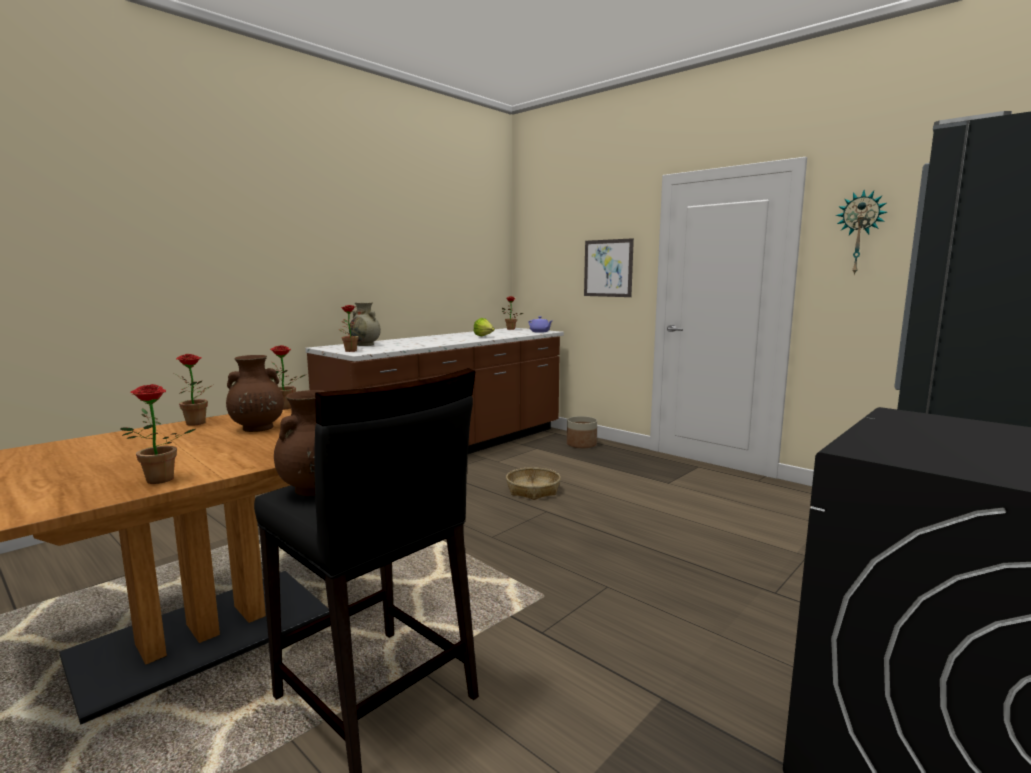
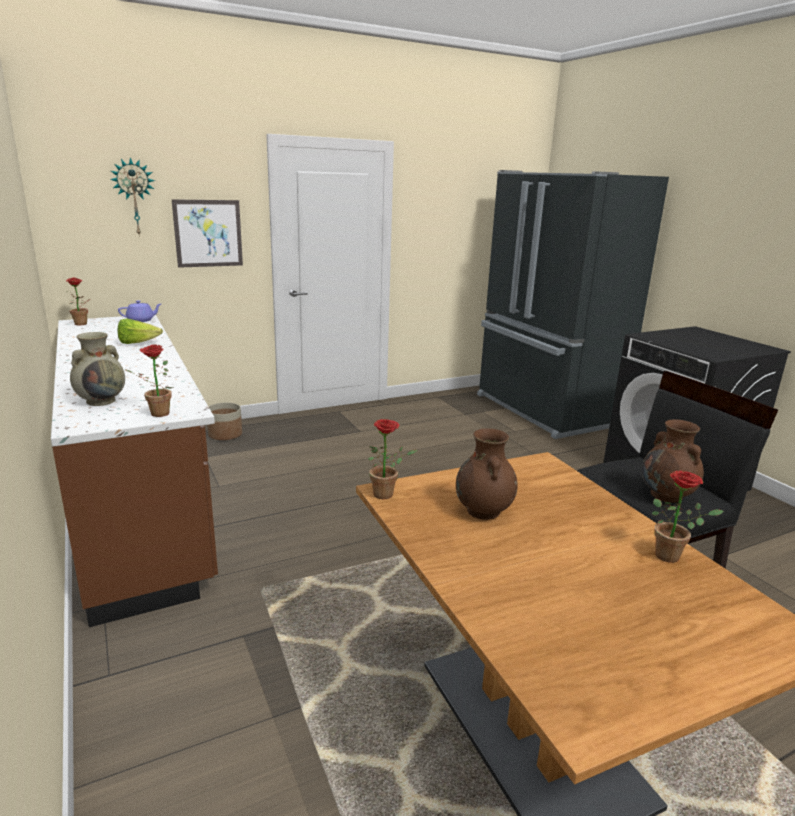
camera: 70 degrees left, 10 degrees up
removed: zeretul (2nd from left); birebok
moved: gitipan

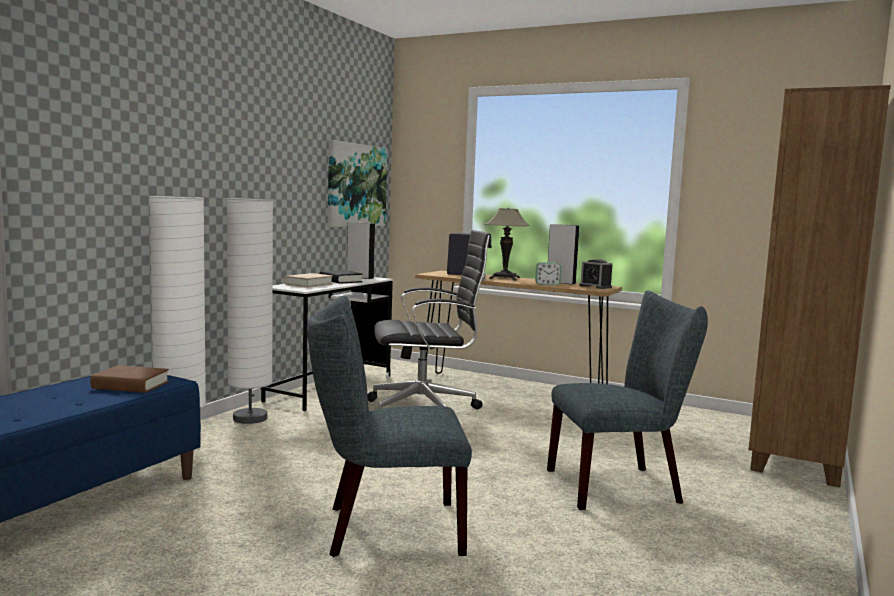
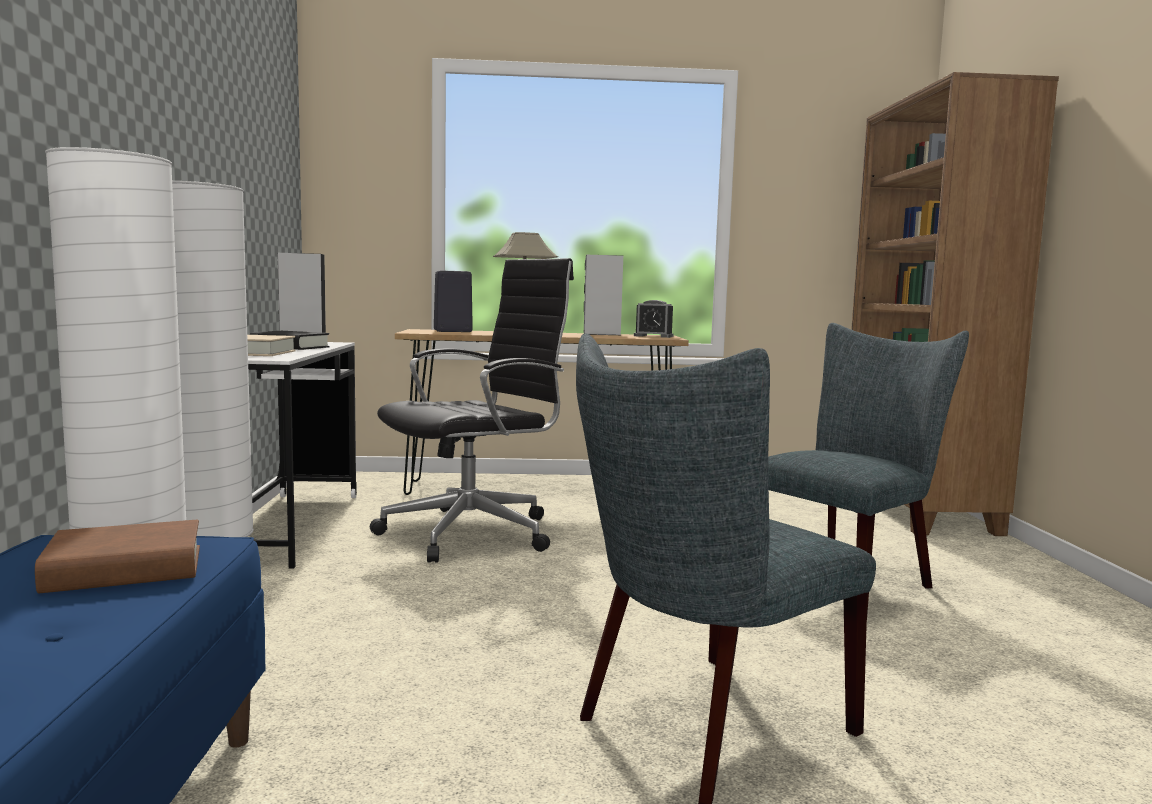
camera: 30 degrees left, 0 degrees up
removed: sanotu; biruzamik (1st from left)

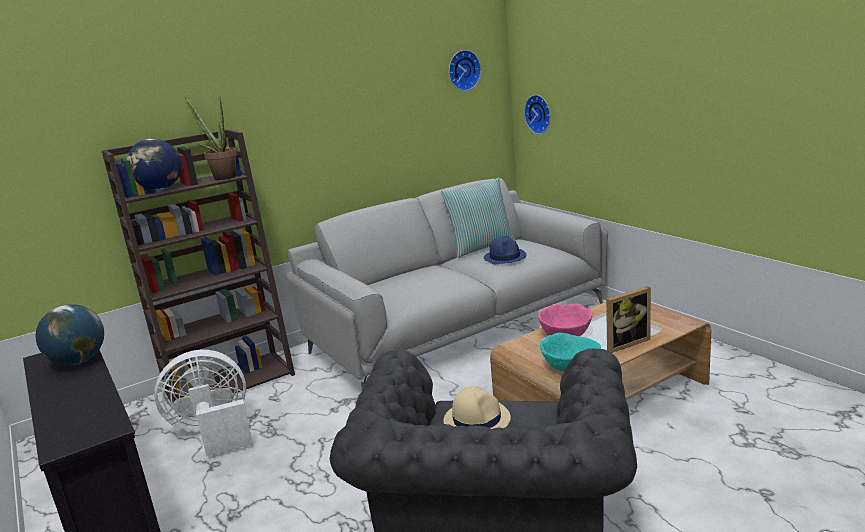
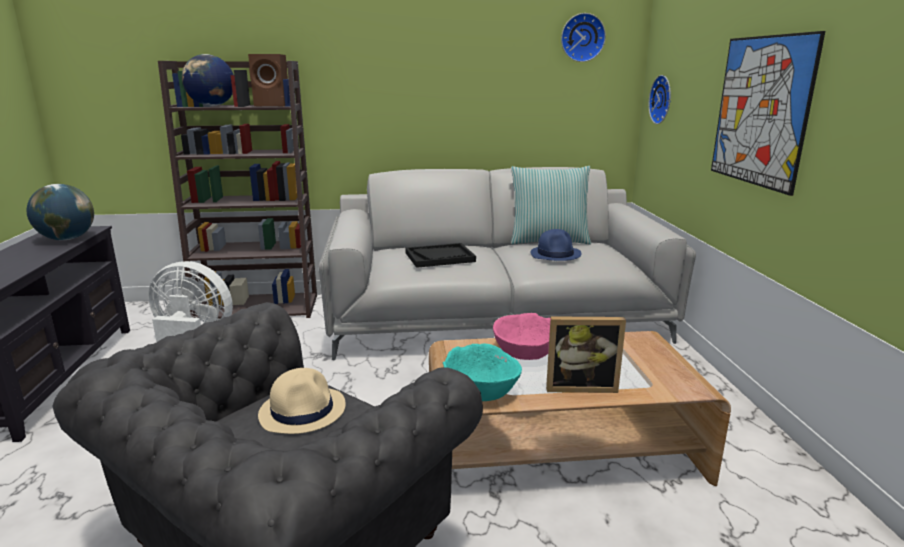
camera: 25 degrees right, 0 degrees up
added: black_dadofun; sanotu
replaced: zeretul to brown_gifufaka

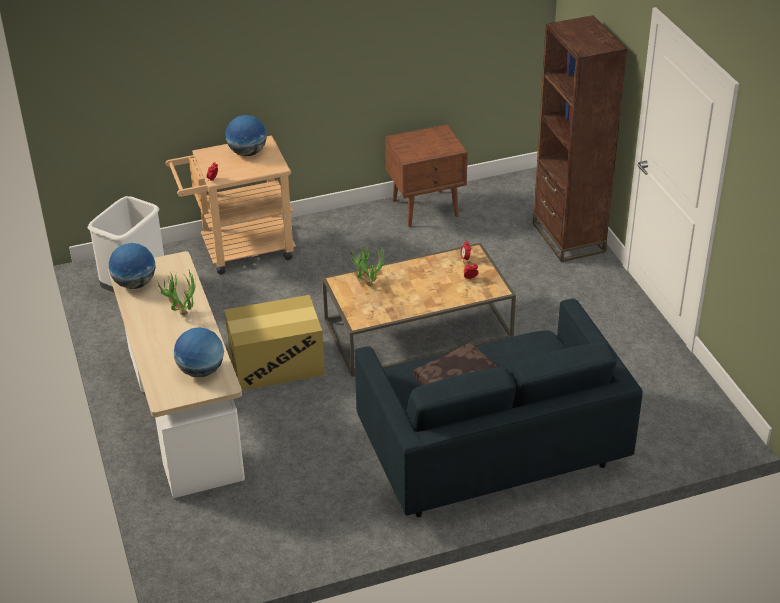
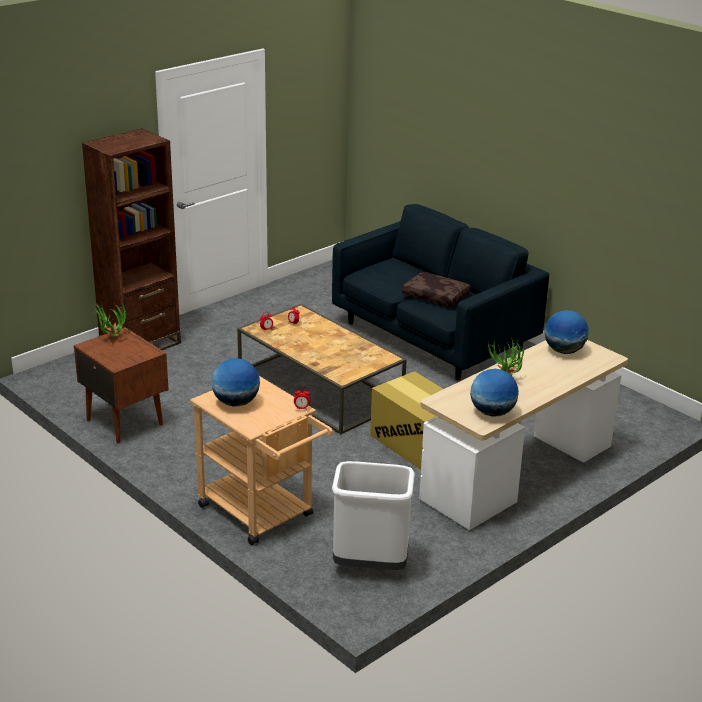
camera: 115 degrees left, 10 degrees down
moved: zeretul (2nd from left in the first image) to zeretul (1st from left)

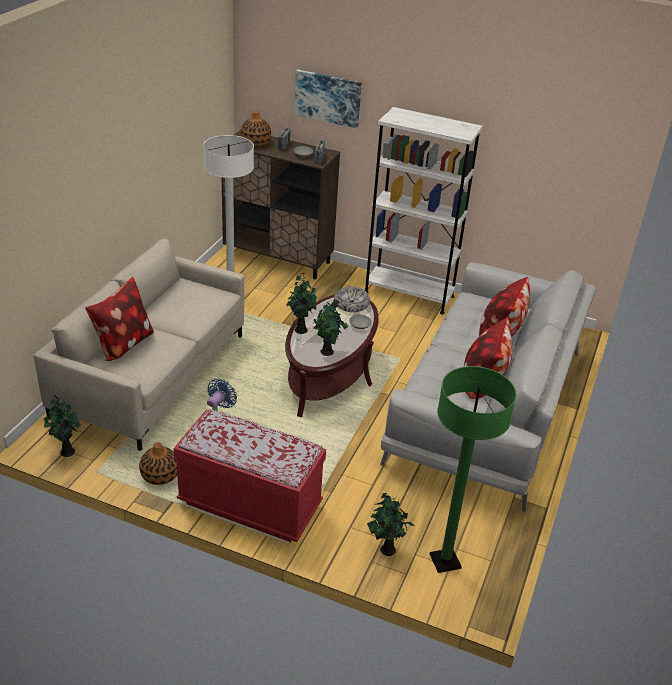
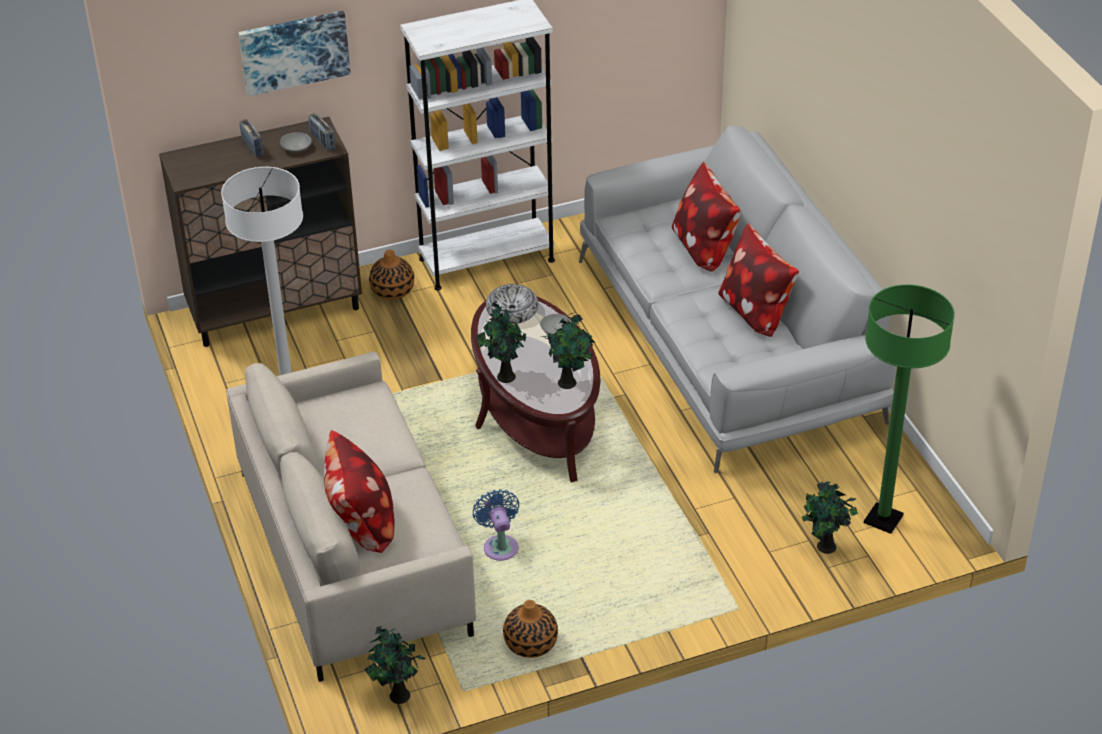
camera: 40 degrees left, 5 degrees up
removed: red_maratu
moved: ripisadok (2nd from left in the first image) to ripisadok (1st from left)

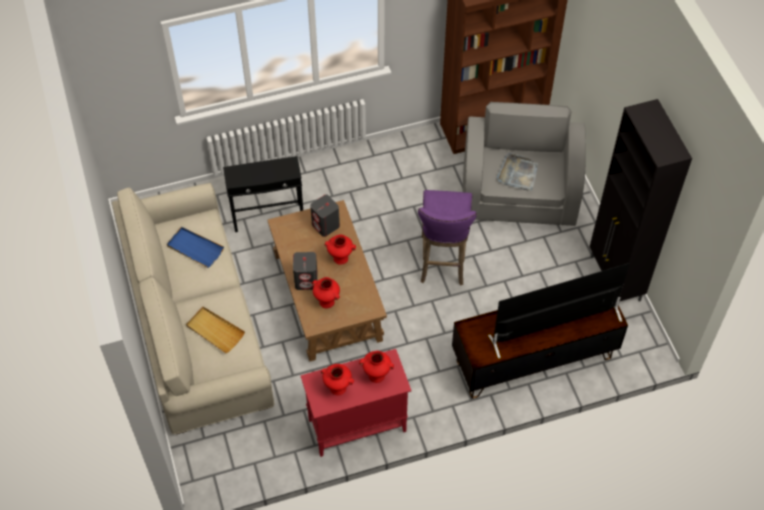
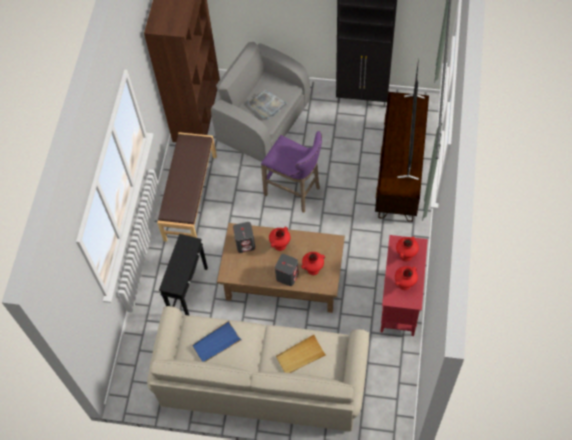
camera: 60 degrees left, 5 degrees up
added: brown_maratu

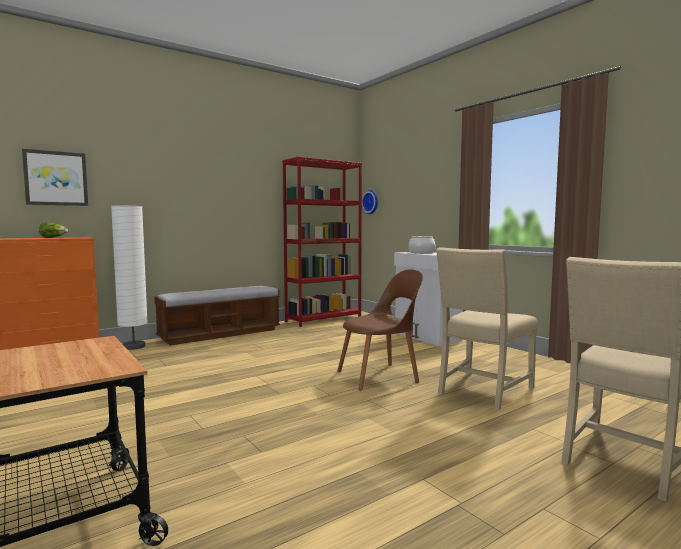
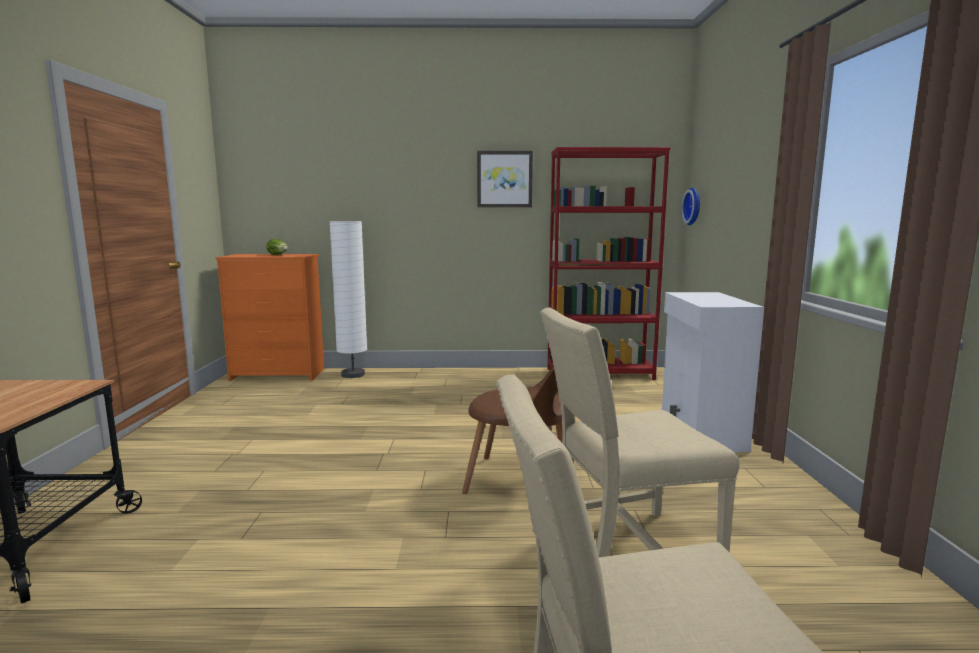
camera: 35 degrees right, 5 degrees up
removed: maratu; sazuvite
moved: sanotu

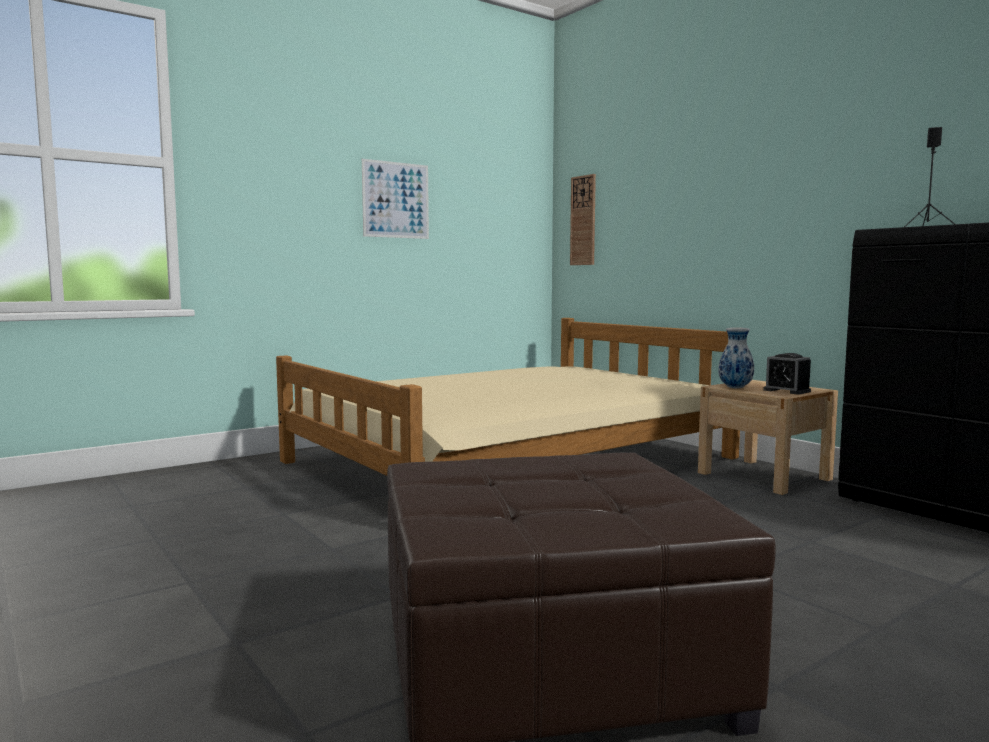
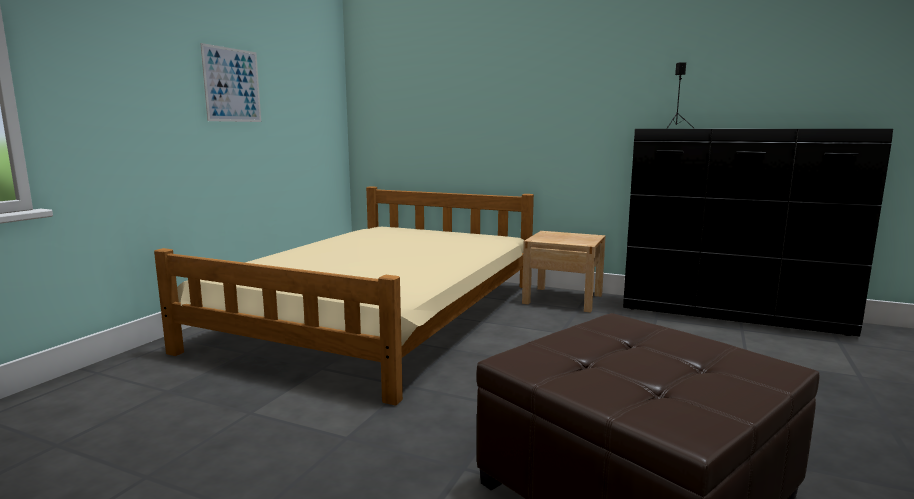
camera: 30 degrees left, 5 degrees up
removed: gitipan; ripisadok; biruzamik

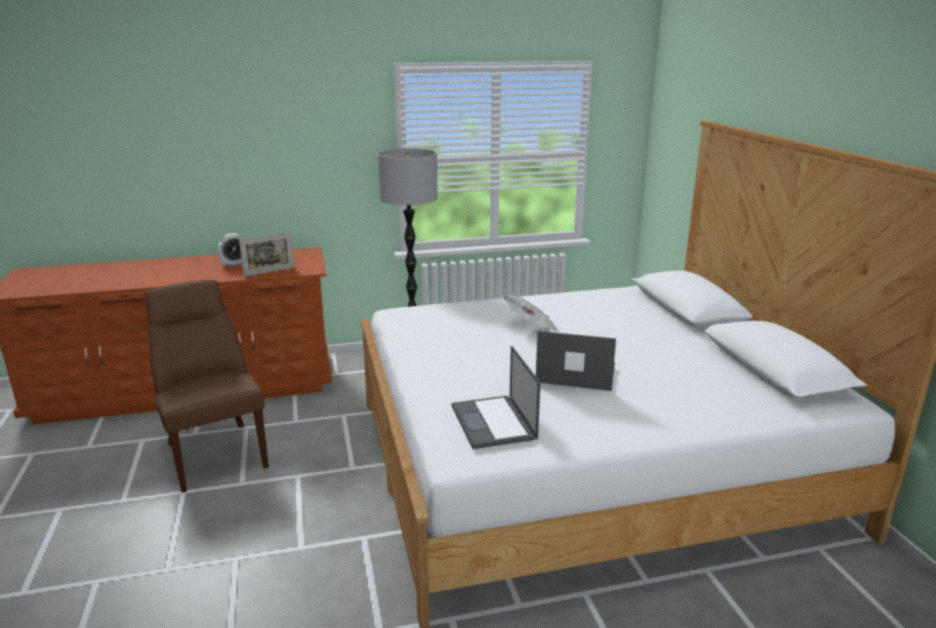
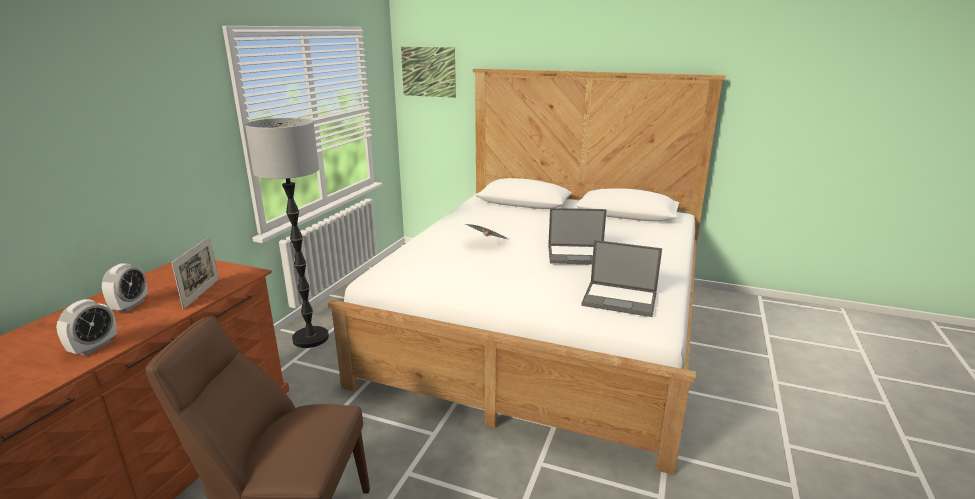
camera: 55 degrees left, 0 degrees up
added: biruzamik (1st from left); sanotu
turned: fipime (2nd from left in the first image) 135 degrees counterclockwise

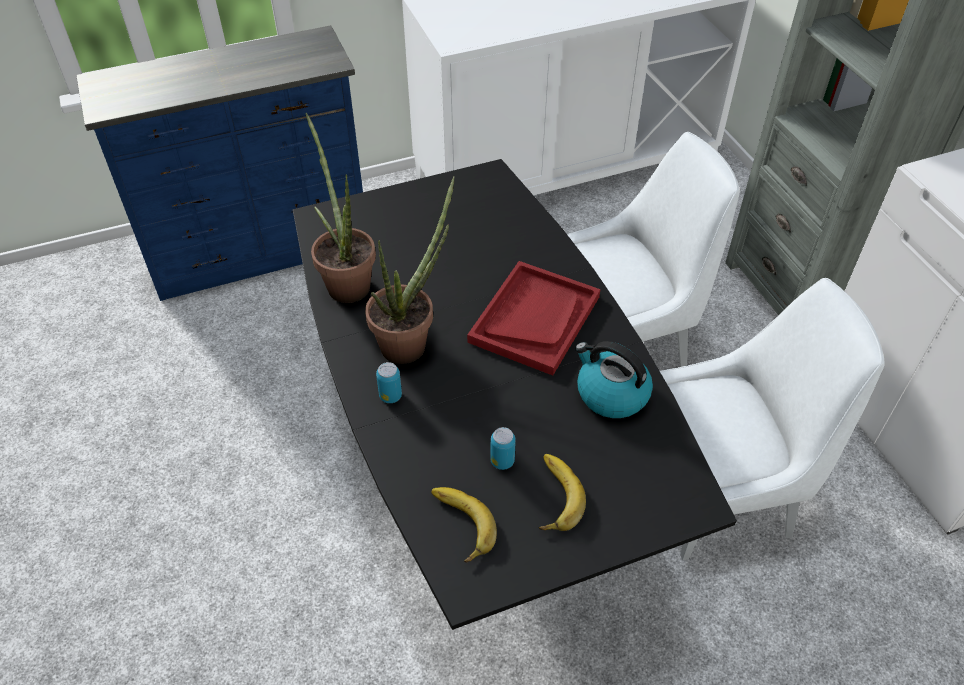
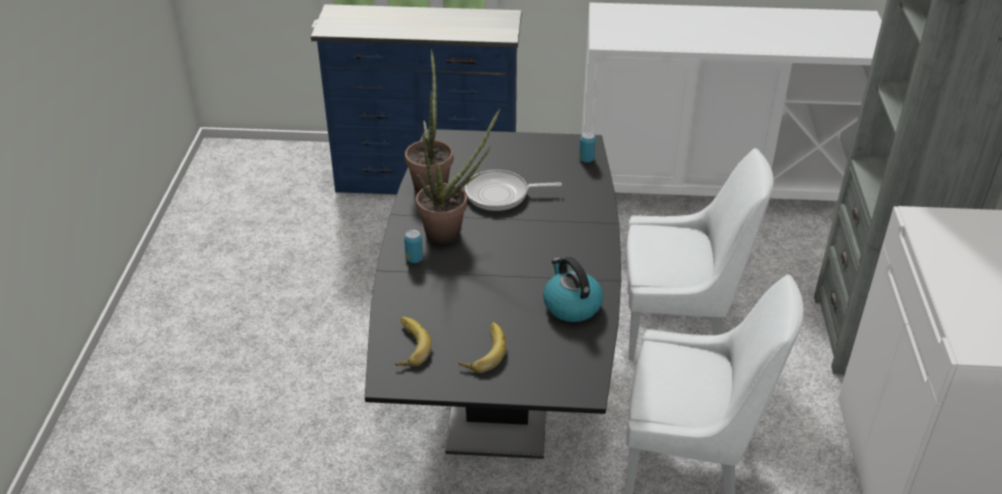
camera: 25 degrees right, 10 degrees down
removed: red_dadofun
added: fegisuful
moved: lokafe (2nd from left)

